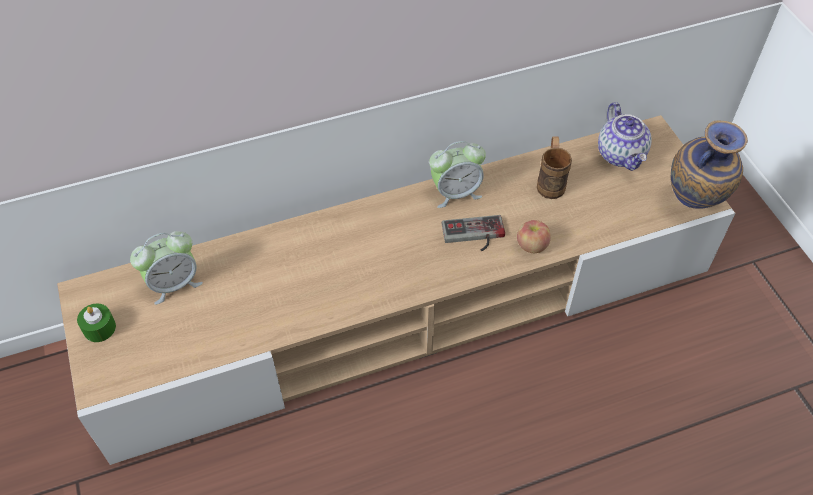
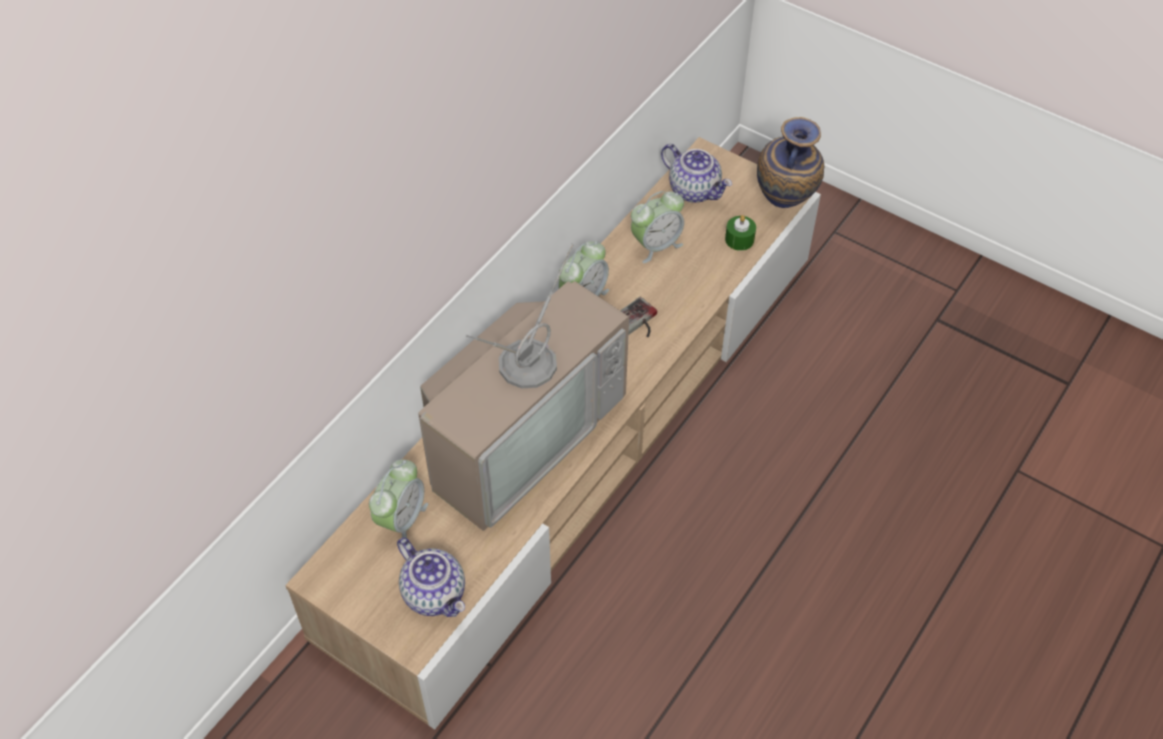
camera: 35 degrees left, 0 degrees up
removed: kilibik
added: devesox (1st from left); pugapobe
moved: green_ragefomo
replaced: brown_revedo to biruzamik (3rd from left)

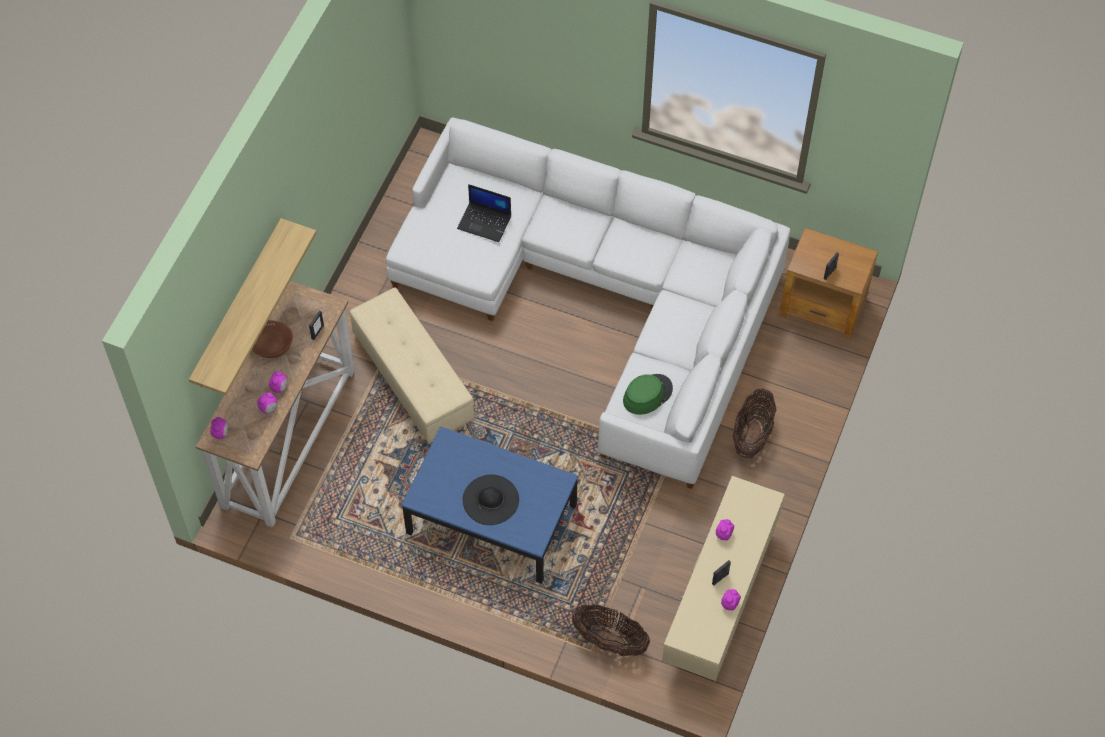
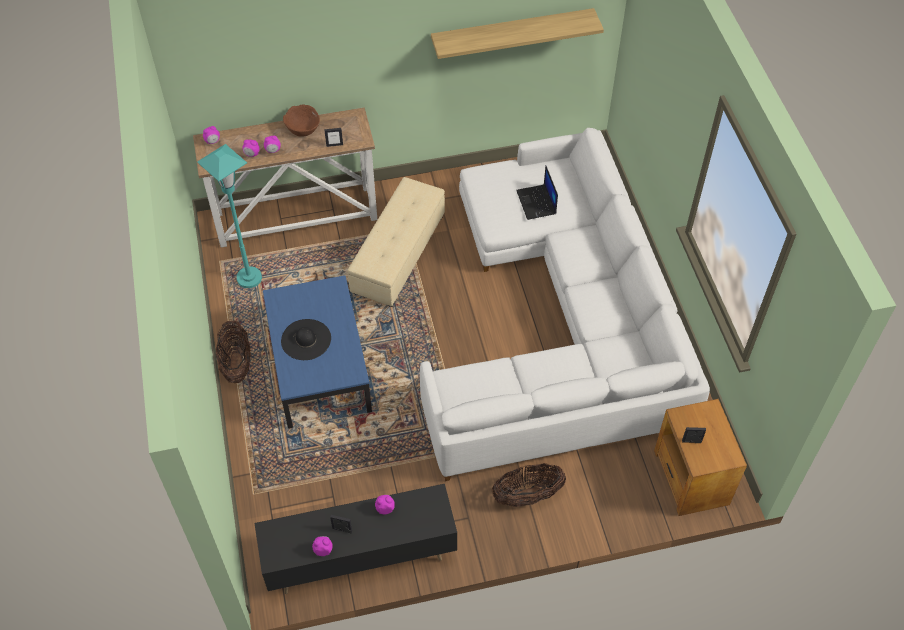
camera: 55 degrees right, 5 degrees down
removed: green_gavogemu
added: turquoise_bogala
moved: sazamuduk; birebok (1st from left)
recoloured: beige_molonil to black_molonil

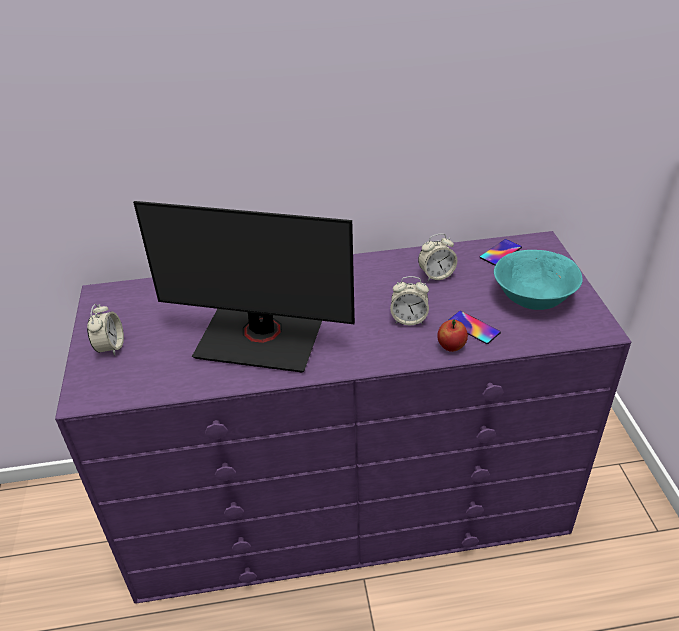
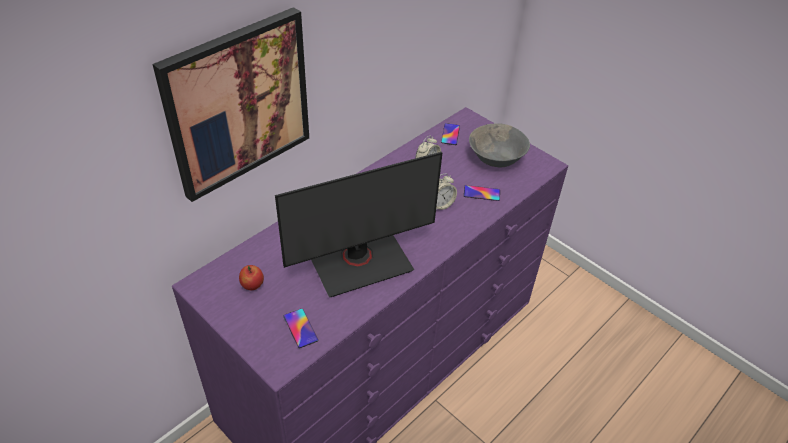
camera: 40 degrees left, 5 degrees up
removed: biruzamik (1st from left)
added: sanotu; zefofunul (1st from left)
moved: kilibik
recoloured: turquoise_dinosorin to grey_dinosorin

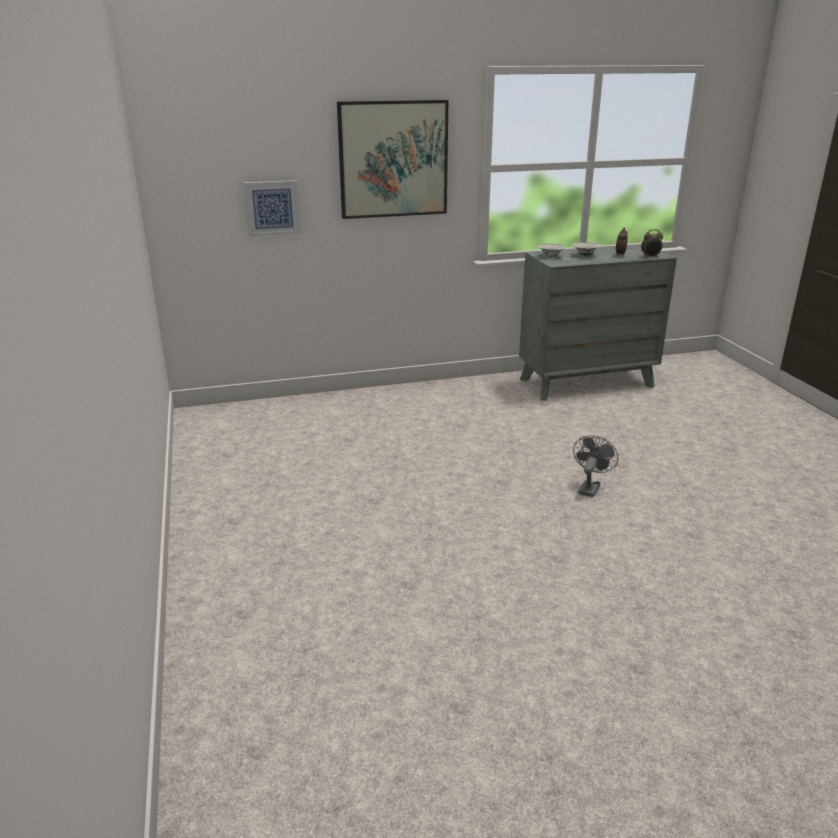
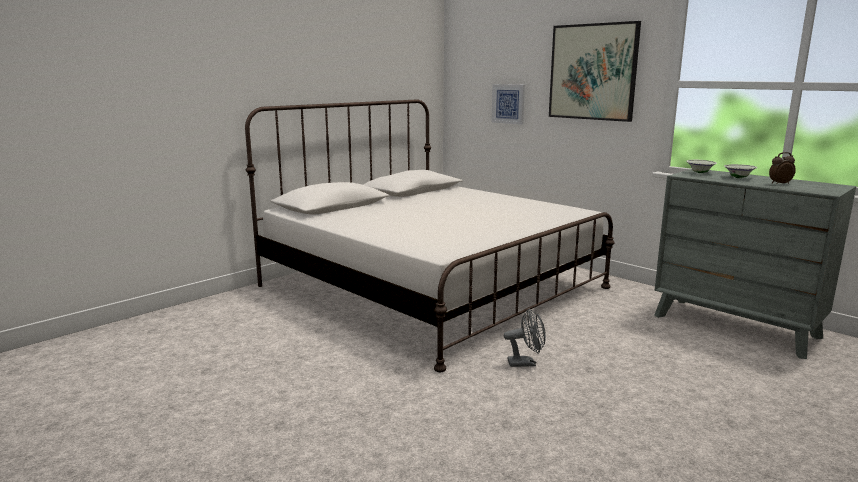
camera: 60 degrees right, 10 degrees down
removed: biruzamik (2nd from left)
added: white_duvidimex

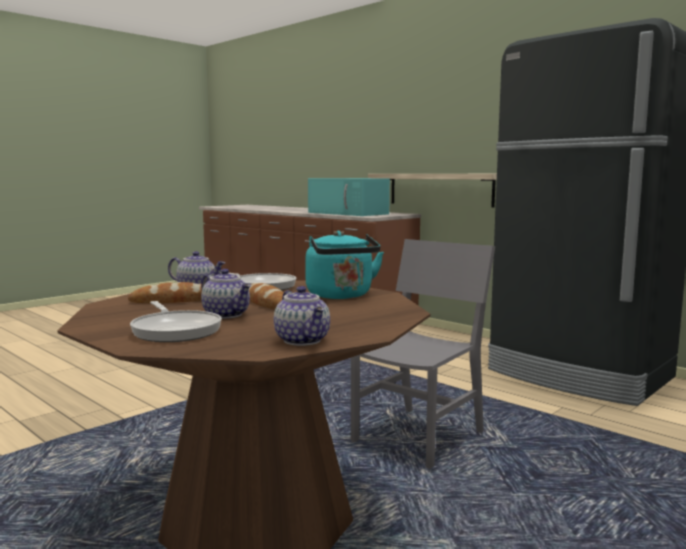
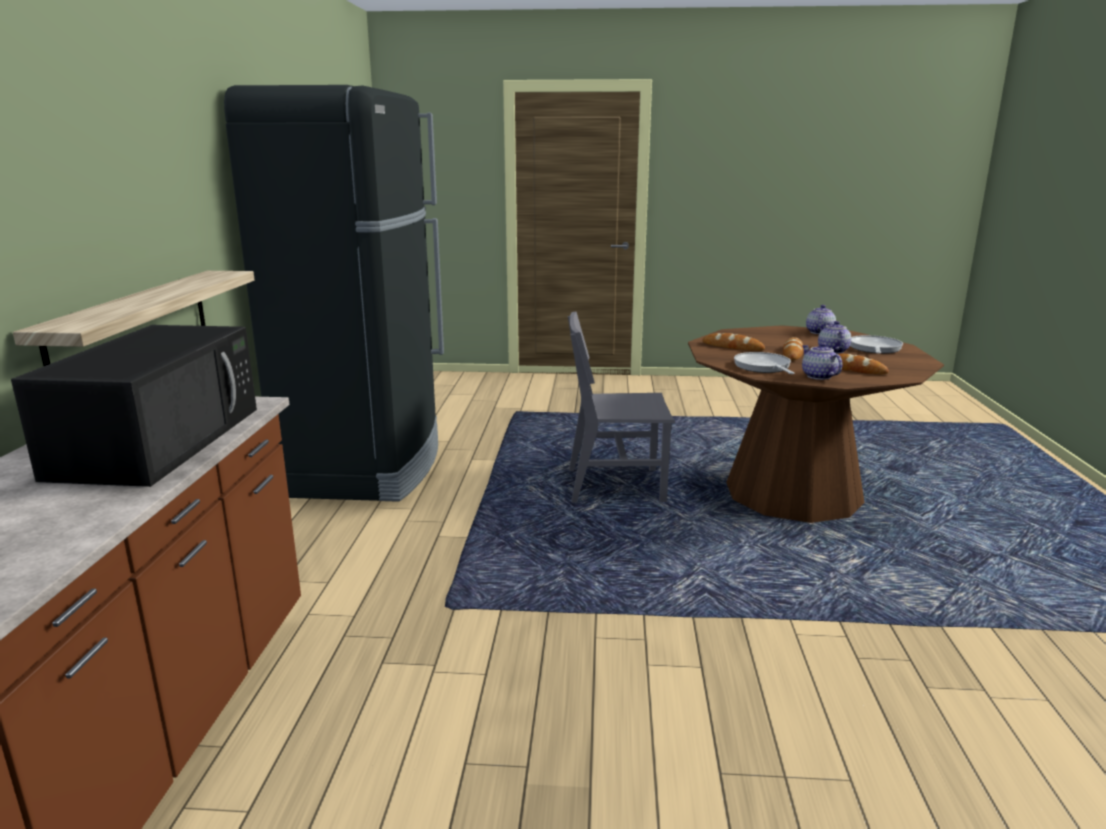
camera: 130 degrees left, 10 degrees up
replaced: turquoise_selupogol to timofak (1st from left)
recoloured: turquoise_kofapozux to black_kofapozux

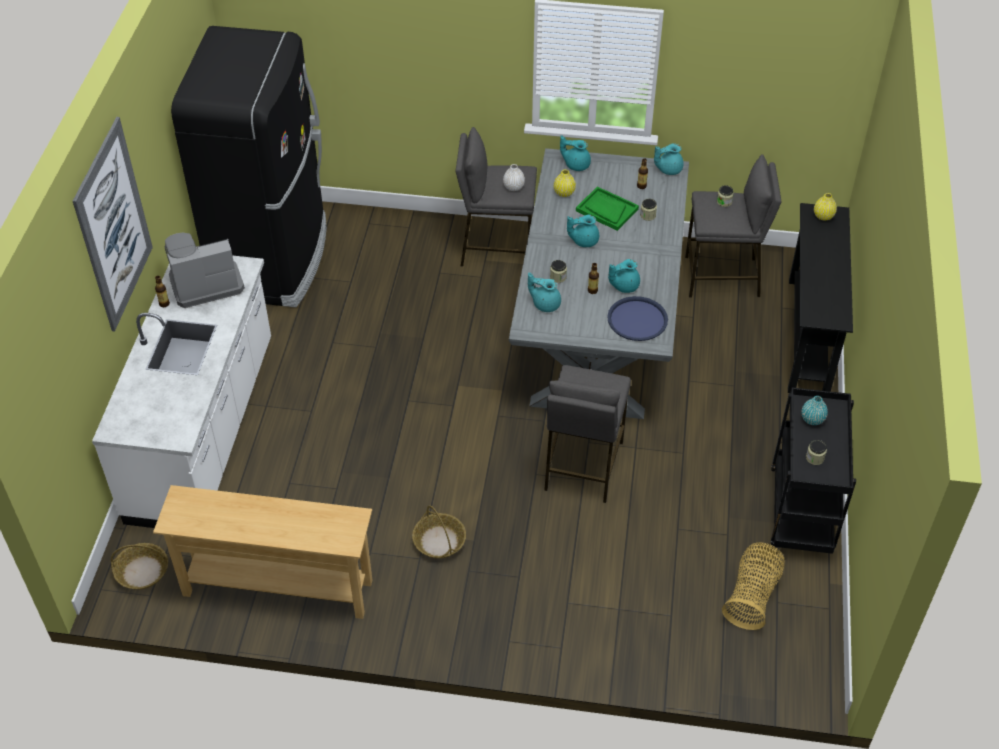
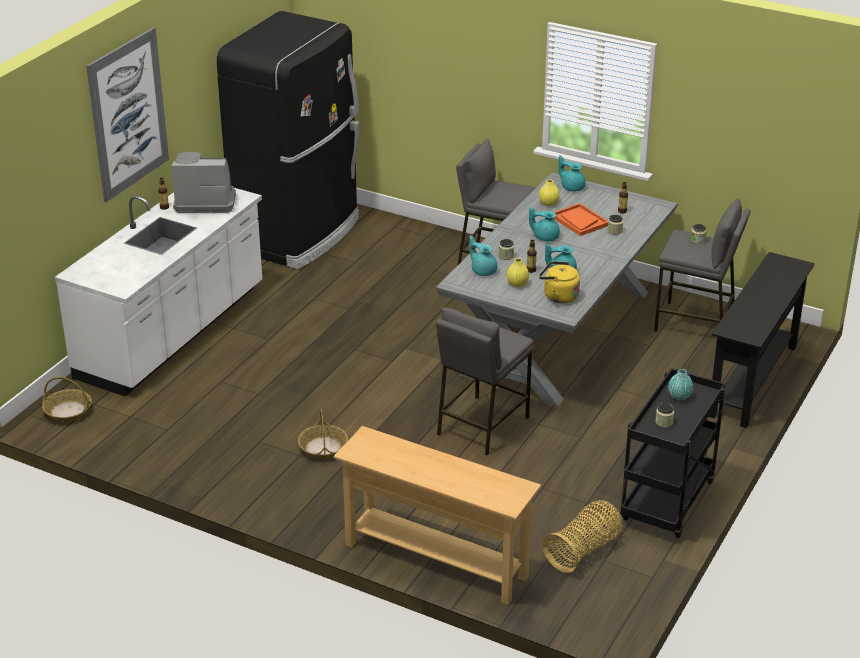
camera: 20 degrees right, 15 degrees down
removed: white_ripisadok; turquoise_devesox (5th from left)
moved: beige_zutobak; yellow_ripisadok (2nd from left in the first image) to yellow_ripisadok (1st from left)
replaced: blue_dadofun to yellow_selupogol
recoloured: green_dadofun to orange_dadofun

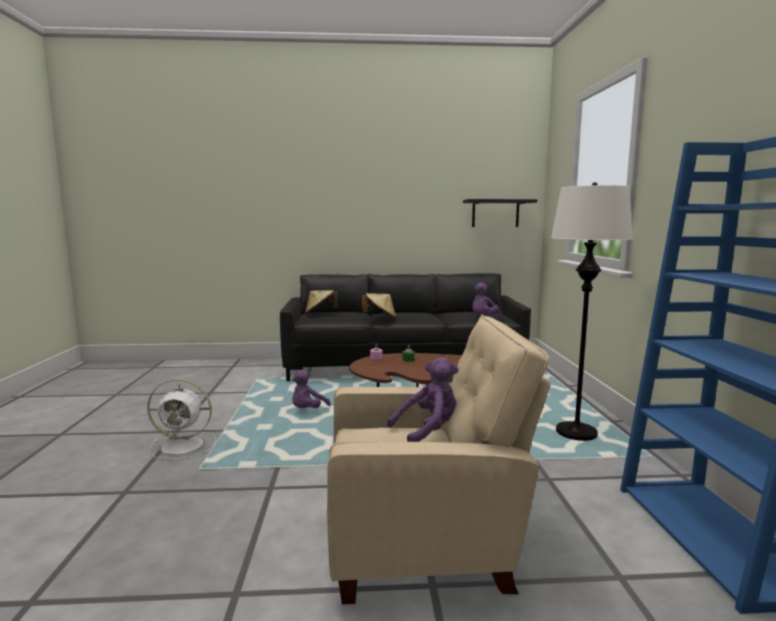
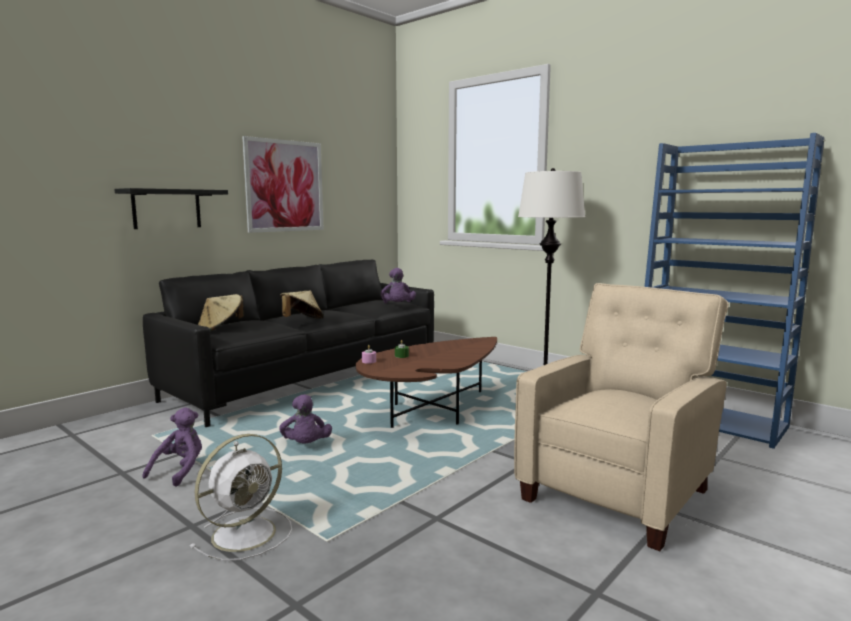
camera: 45 degrees left, 0 degrees up
added: sanotu
moved: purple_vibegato (2nd from left in the first image) to purple_vibegato (1st from left); black_sazamuduk

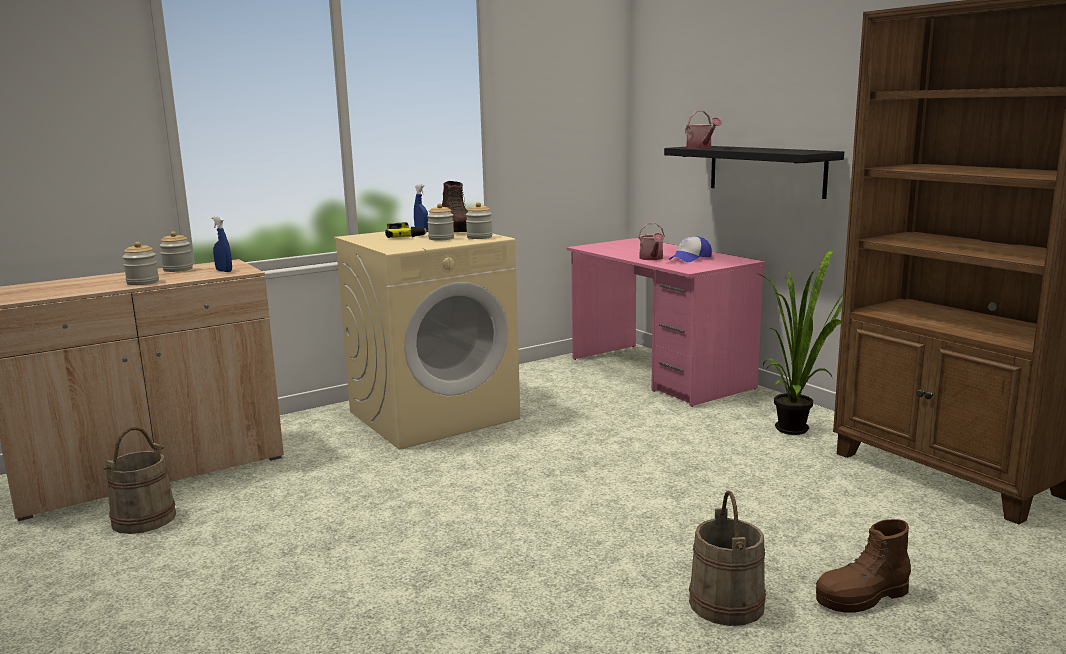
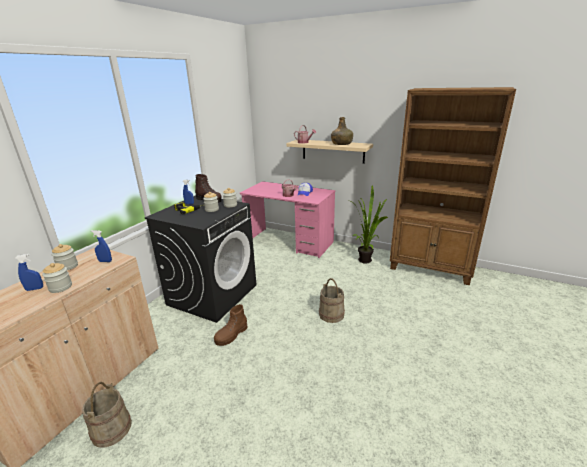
camera: 30 degrees left, 10 degrees up
added: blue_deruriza (1st from left); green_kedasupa
moved: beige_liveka (2nd from left); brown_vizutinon (2nd from left)
recoloured: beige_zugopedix to black_zugopedix; black_sazamuduk to beige_sazamuduk

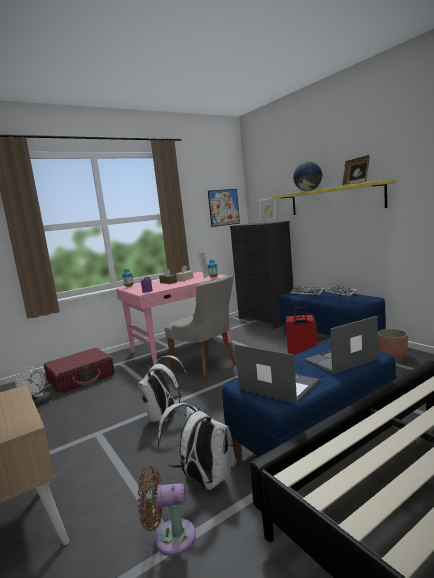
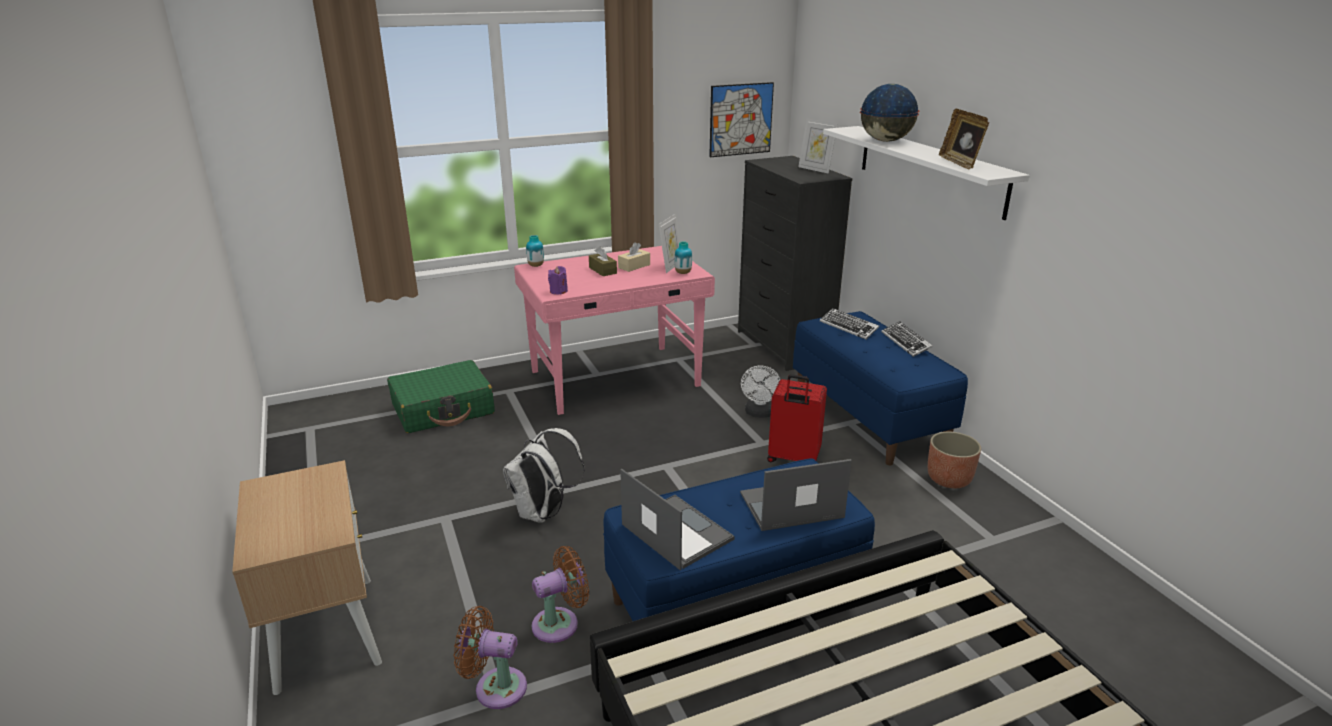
camera: 10 degrees right, 15 degrees up
removed: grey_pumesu
moved: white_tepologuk
replaced: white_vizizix (2nd from left) to brown_tepologuk (2nd from left)
recoloured: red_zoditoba (1st from left) to green_zoditoba; yellow_sazamuduk to white_sazamuduk

